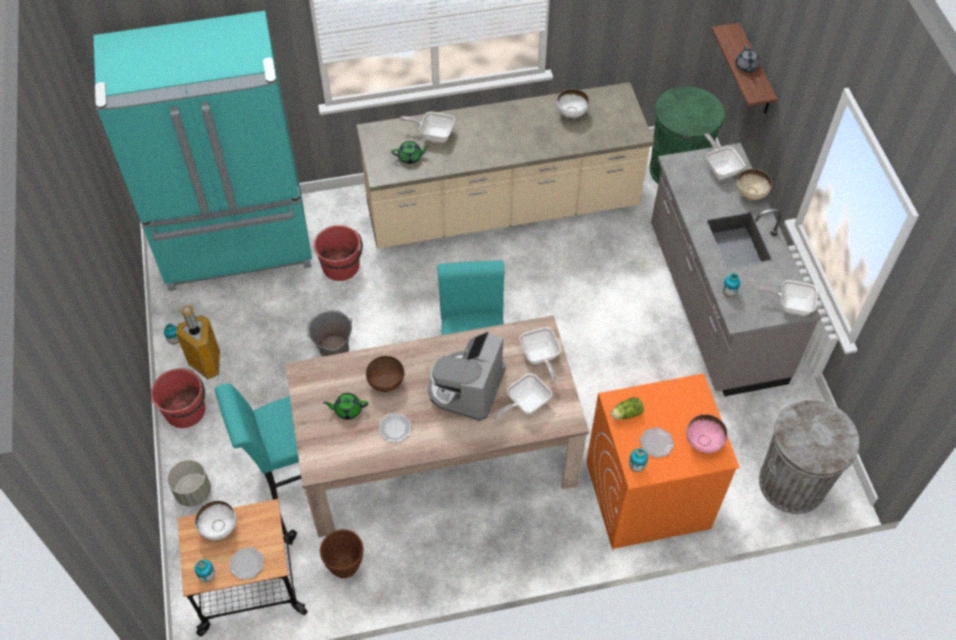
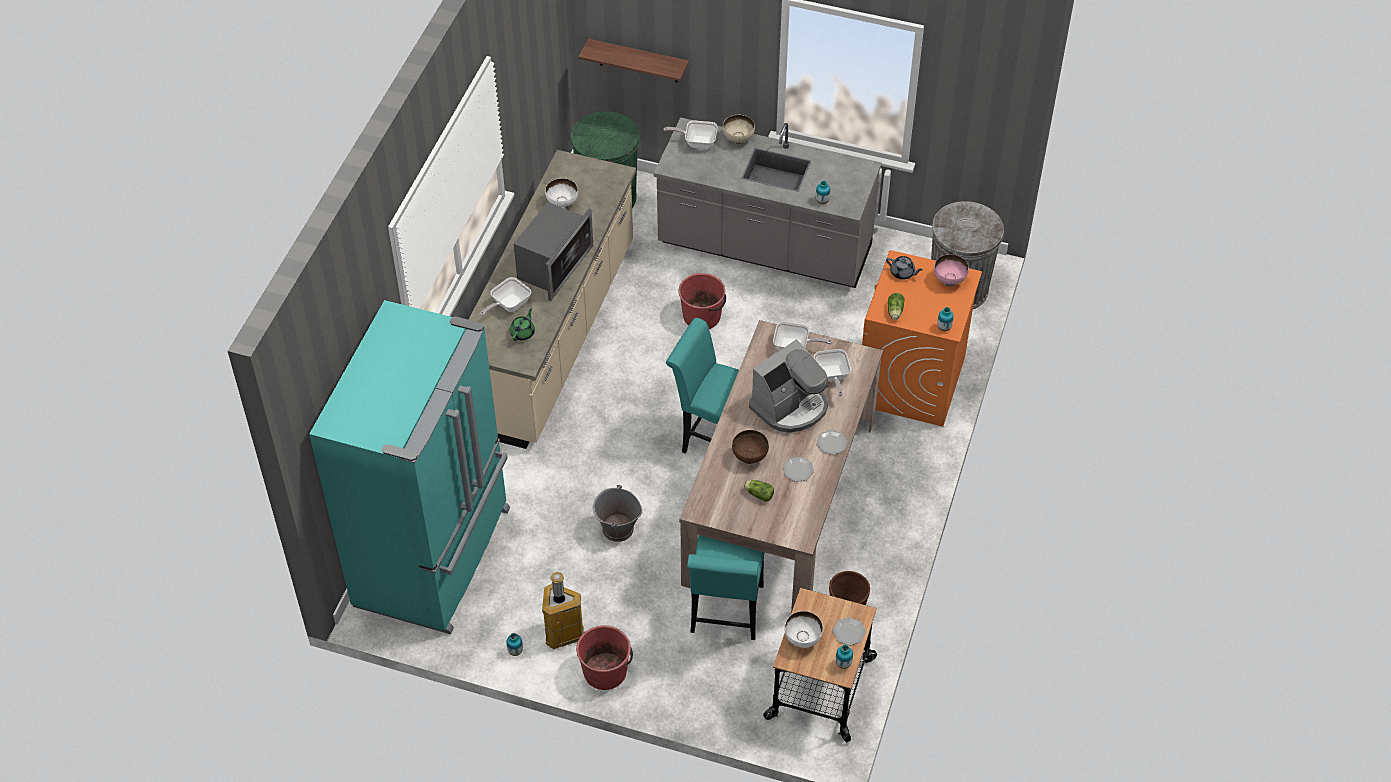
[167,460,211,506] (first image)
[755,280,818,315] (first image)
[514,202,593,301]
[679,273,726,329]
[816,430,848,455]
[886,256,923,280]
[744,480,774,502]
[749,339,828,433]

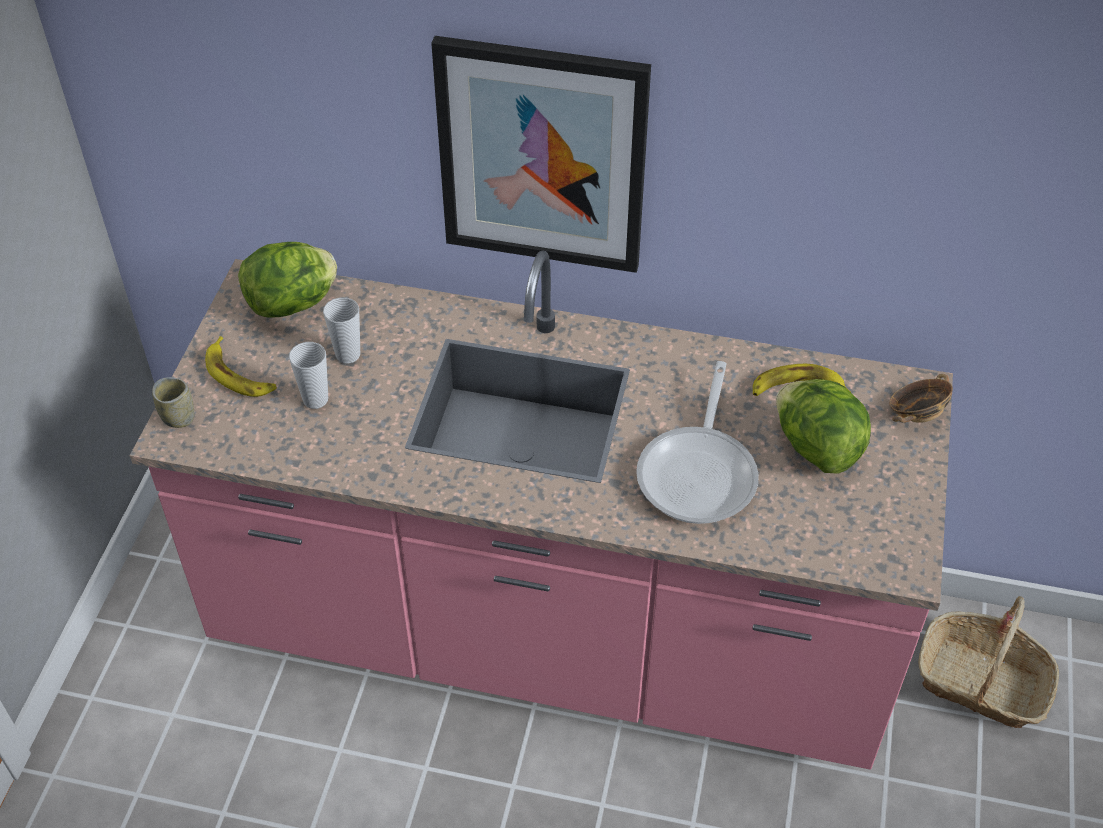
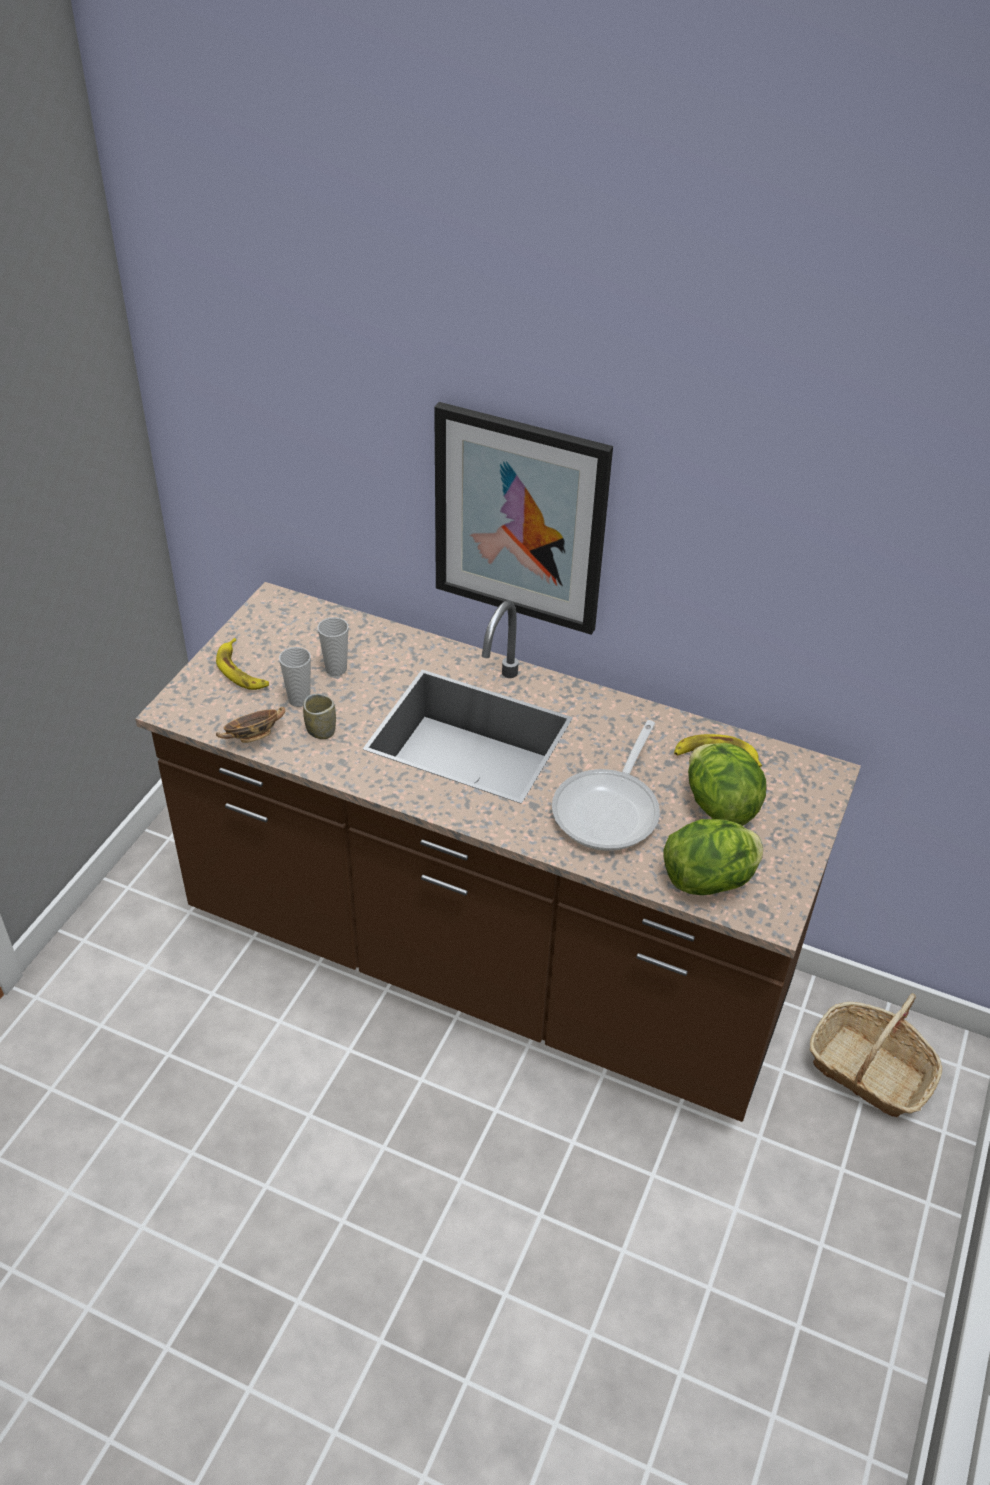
[303,694,336,739]
[664,819,763,895]
[216,707,285,743]
[135,582,861,1122]

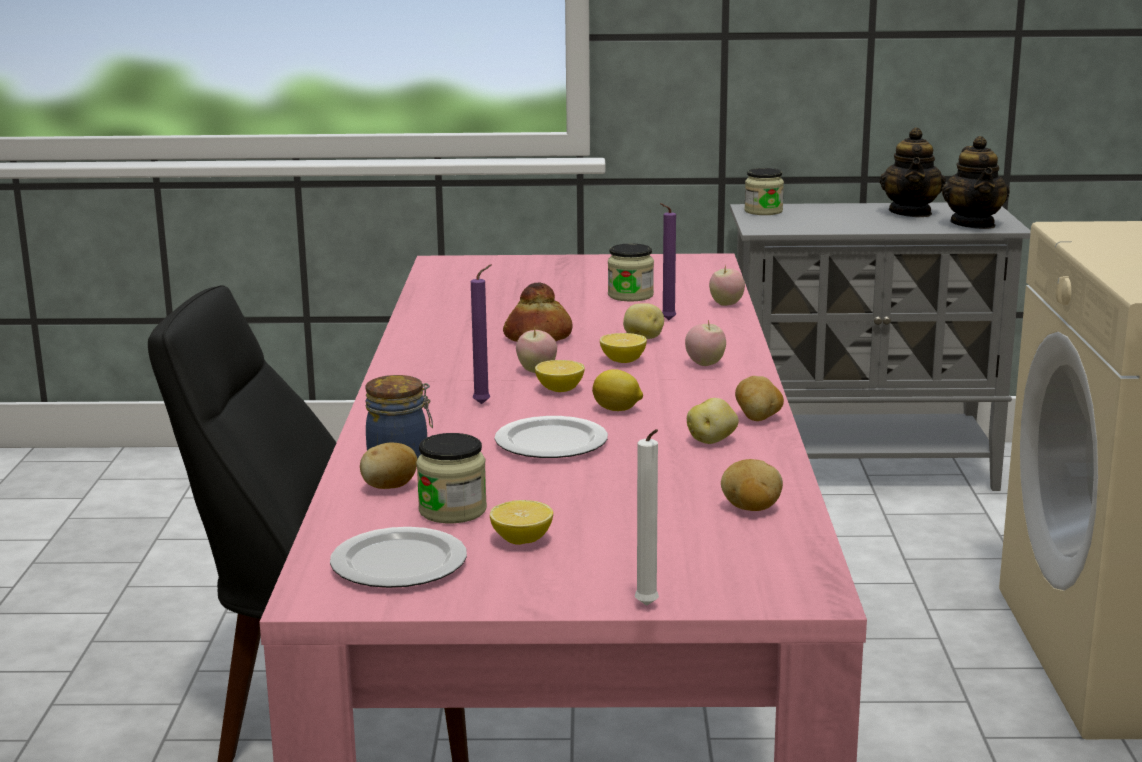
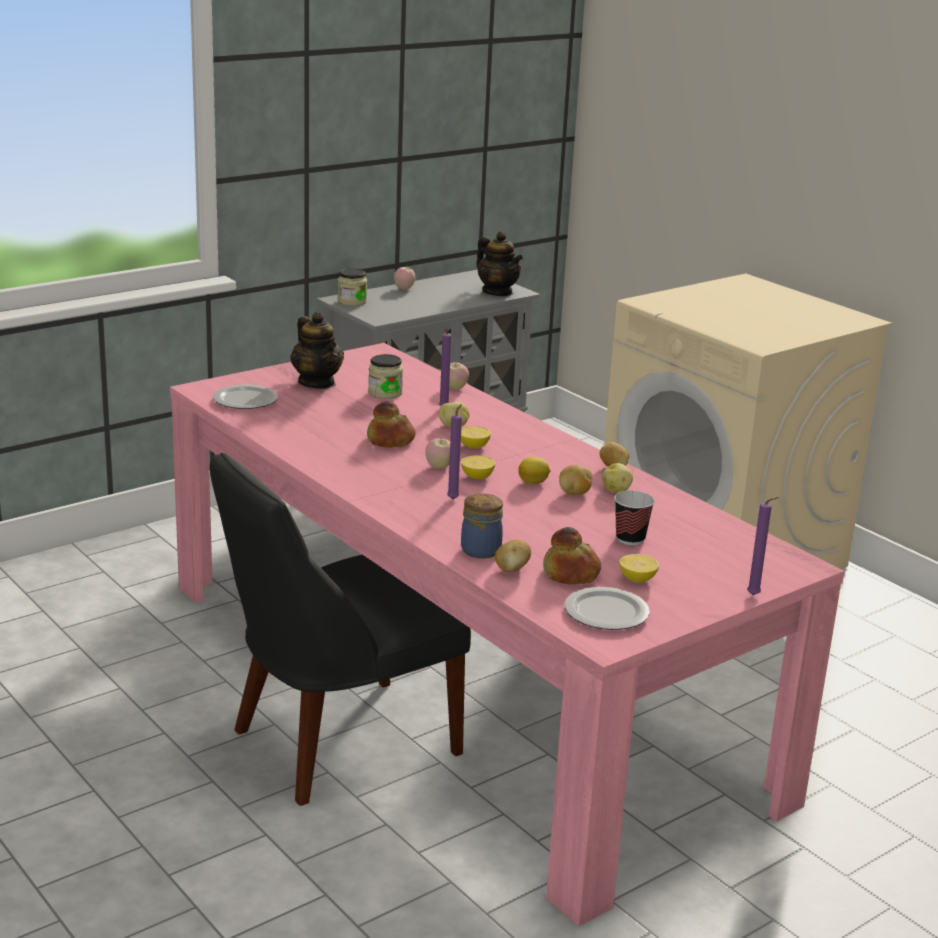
[614,491,655,545]
[213,385,278,409]
[394,266,415,290]
[559,465,592,495]
[290,312,344,389]
[543,527,601,584]
[747,497,779,595]

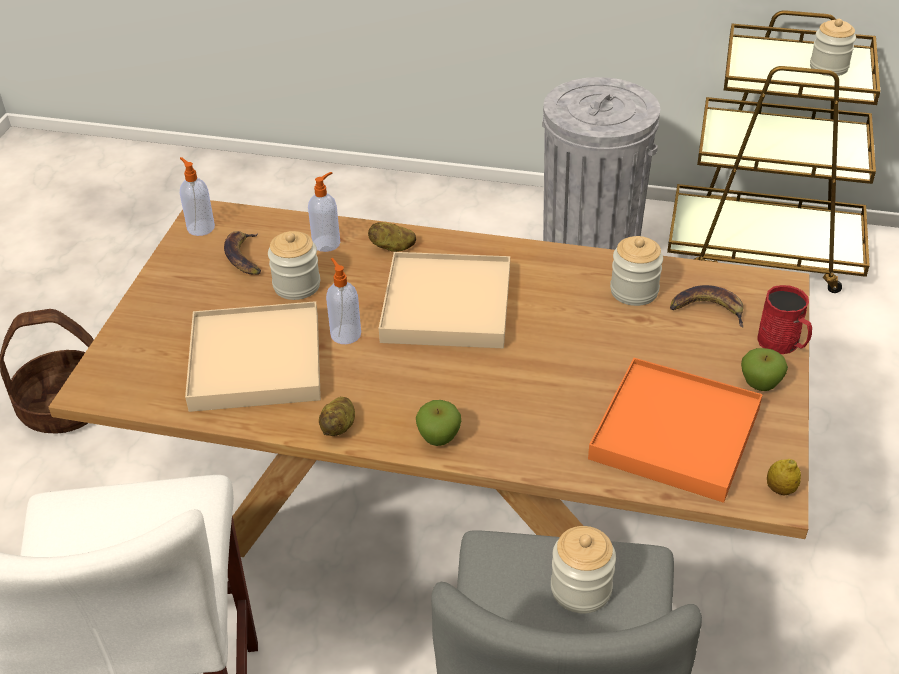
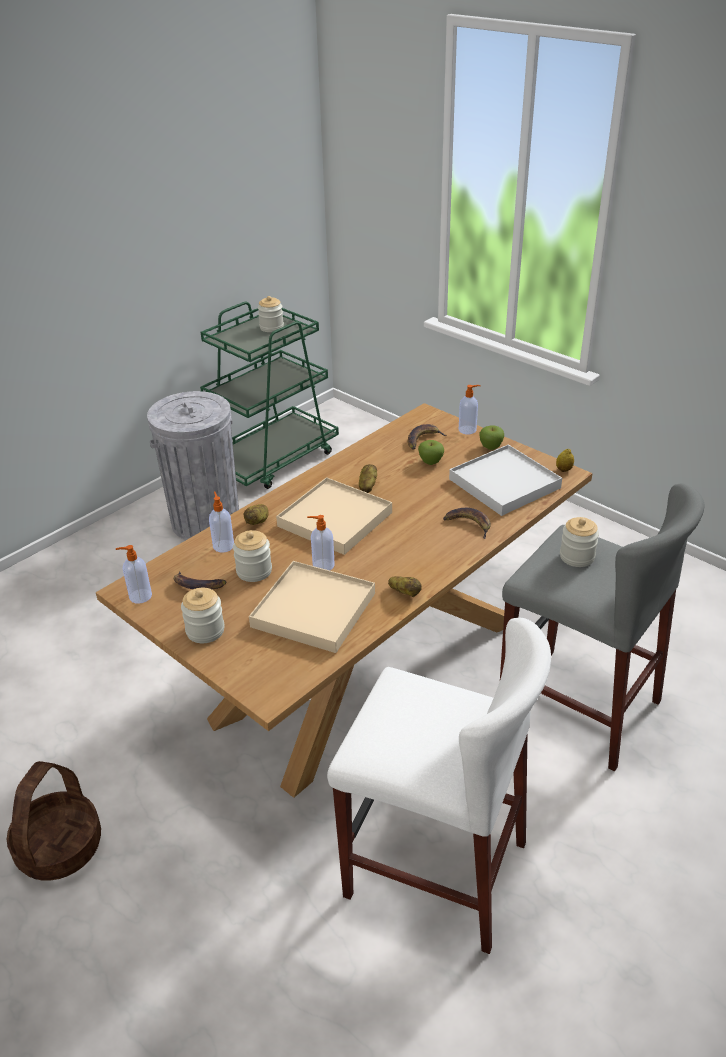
[359,464,377,493]
[443,508,491,539]
[418,440,444,465]
[181,588,225,643]
[459,385,481,434]
[449,444,562,516]
[200,302,339,489]

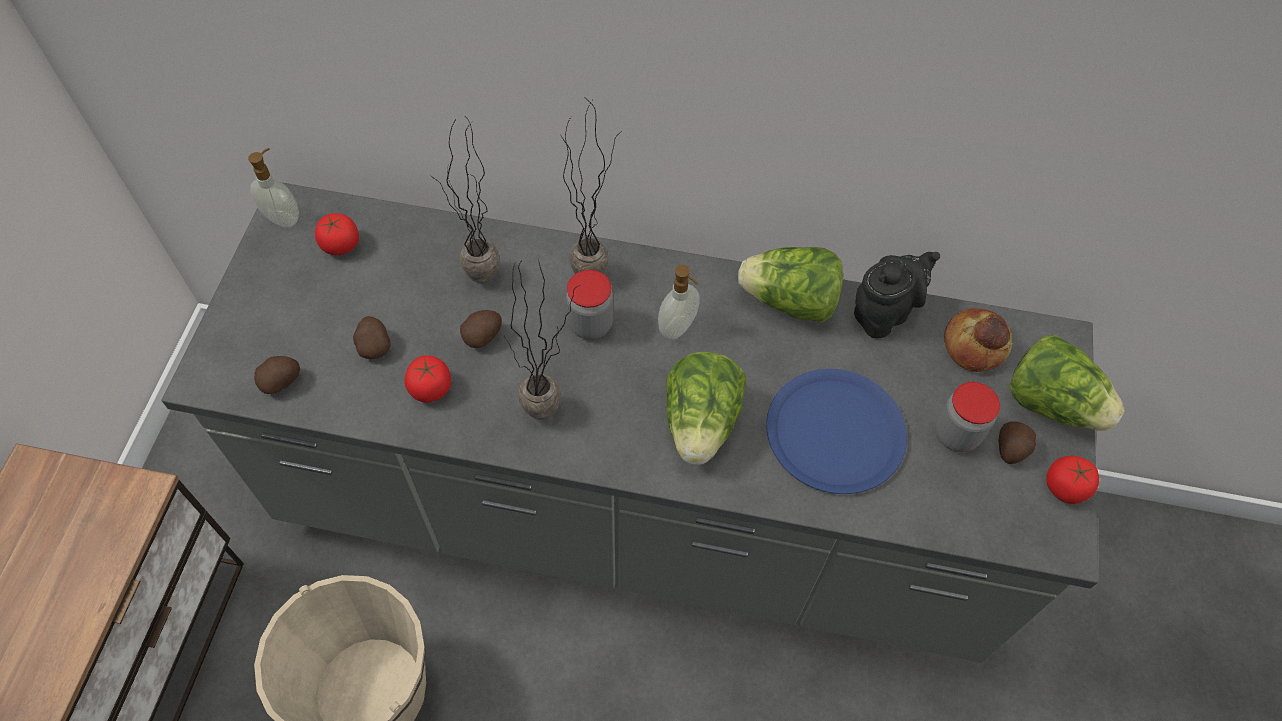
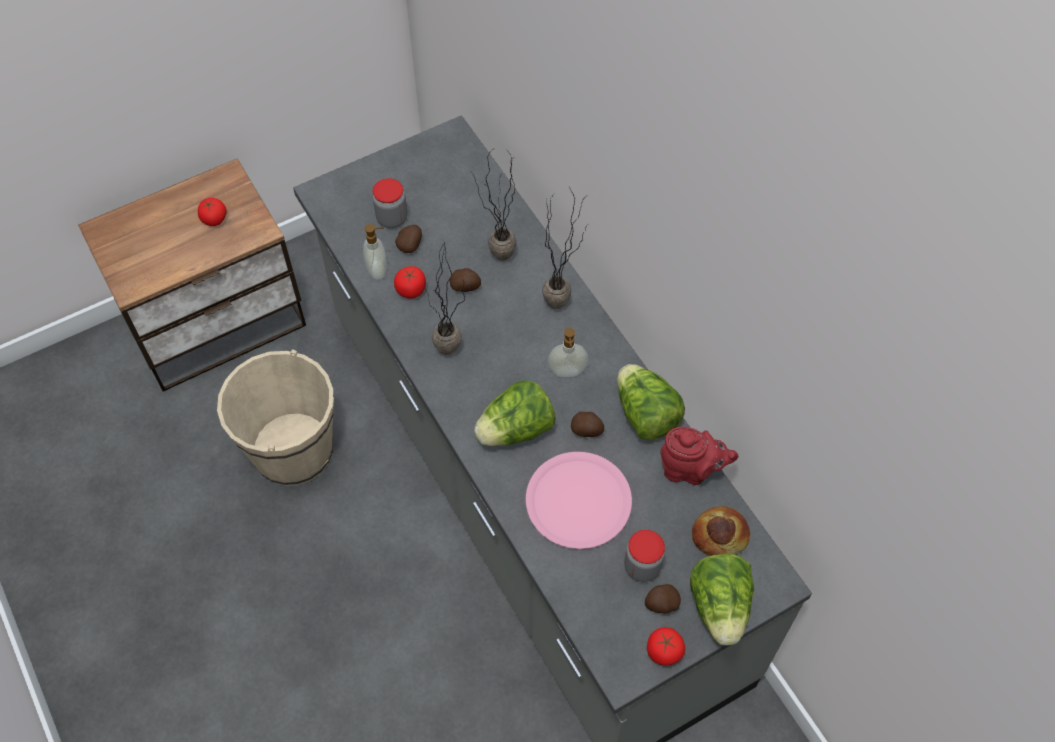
[363,224,387,280]
[571,412,604,437]
[198,198,227,226]
[373,178,407,228]
[526,452,632,549]
[660,426,738,485]

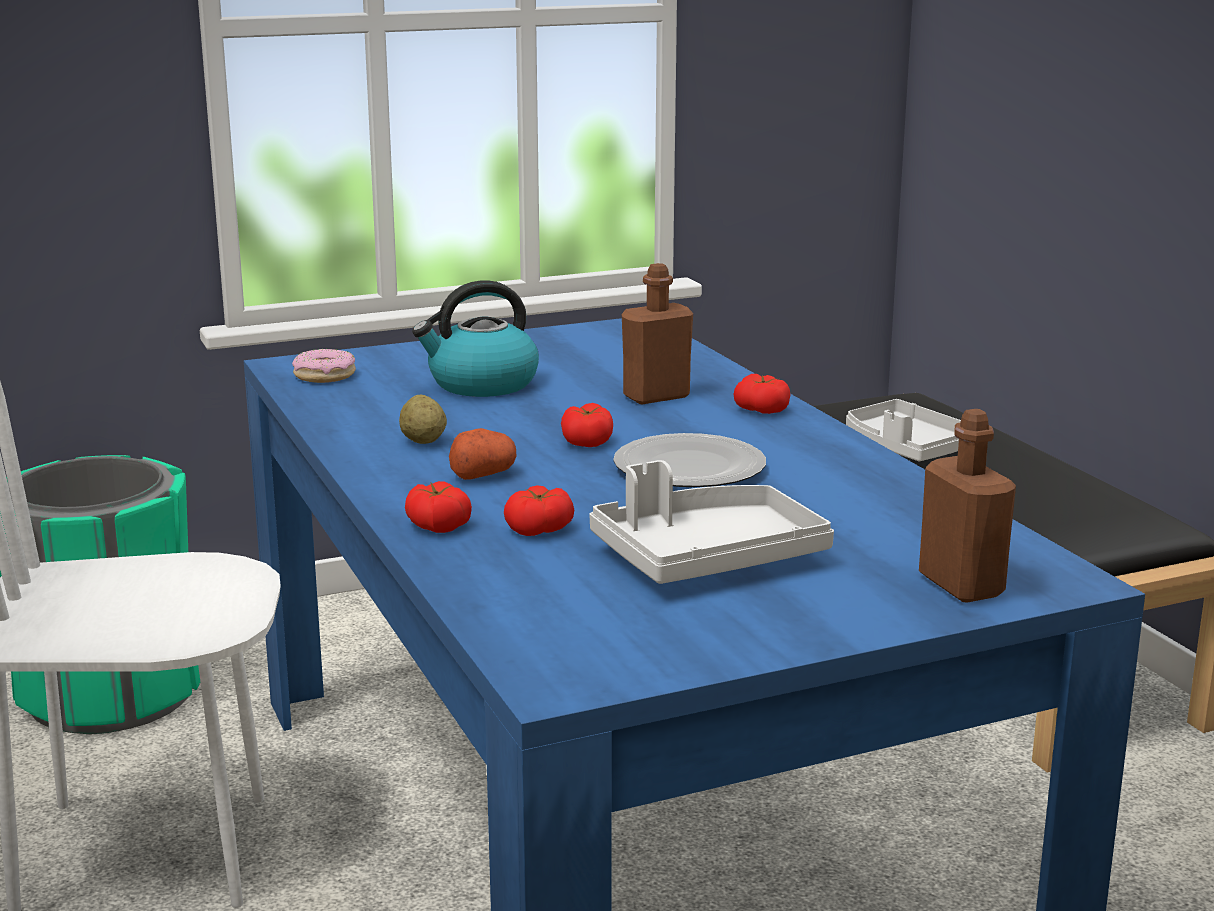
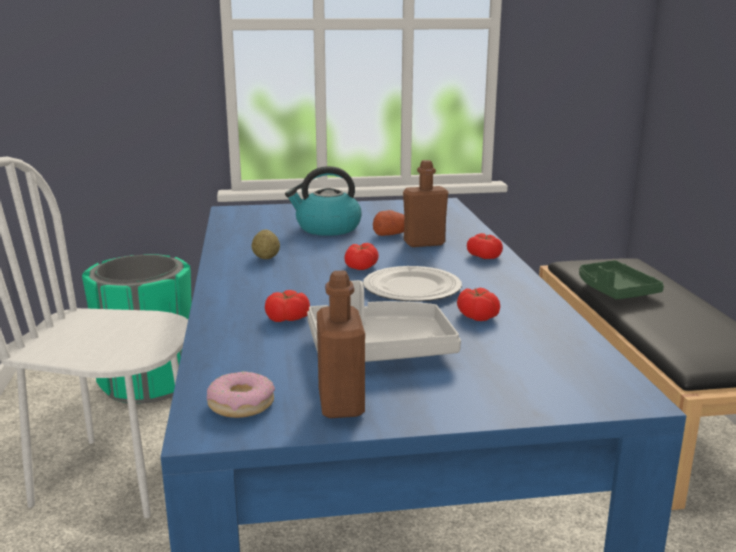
[207,371,275,418]
[457,288,500,321]
[373,210,404,236]
[317,270,365,418]
[579,260,664,300]

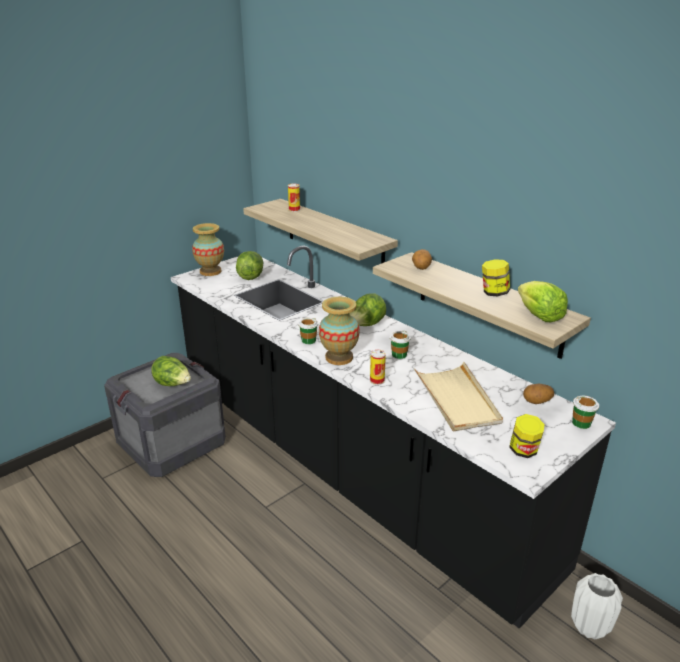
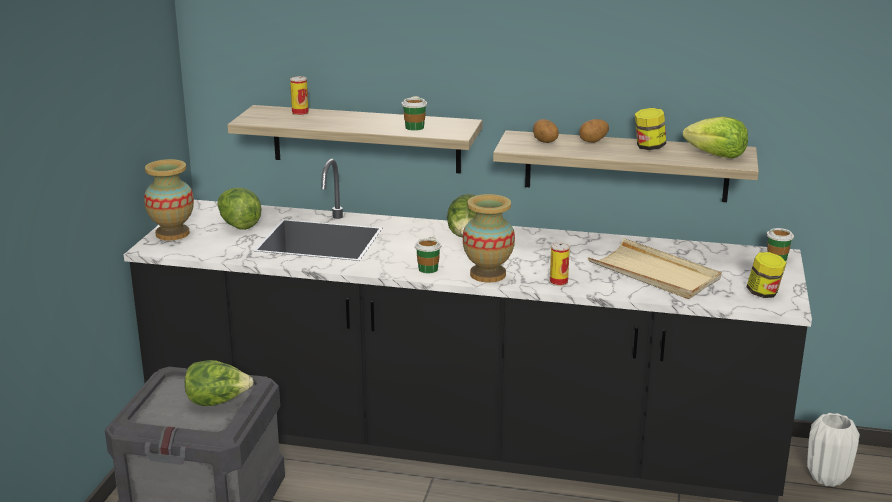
[402,96,427,131]
[579,119,609,143]

